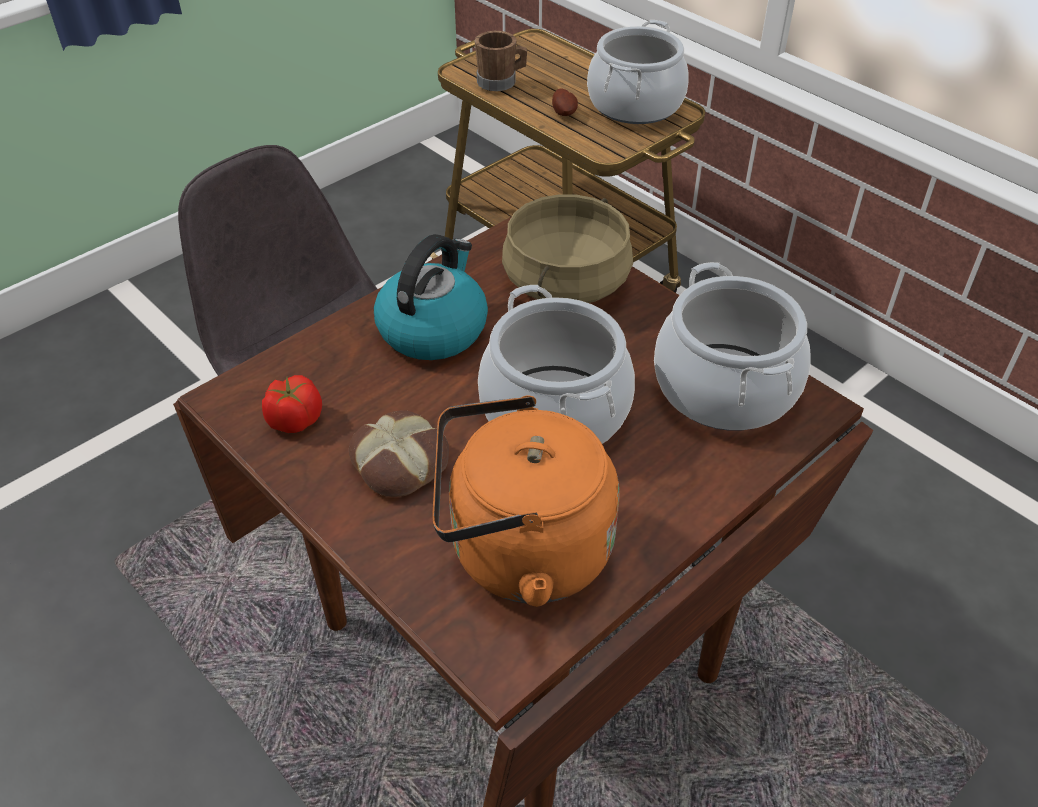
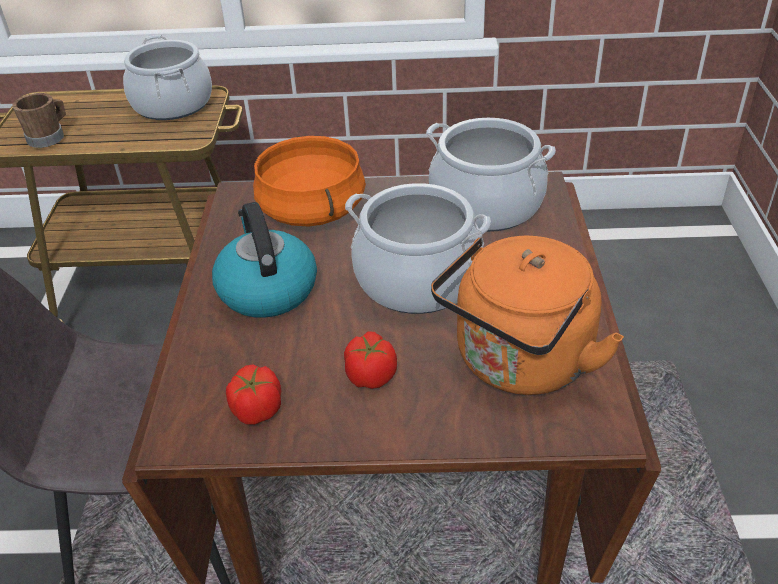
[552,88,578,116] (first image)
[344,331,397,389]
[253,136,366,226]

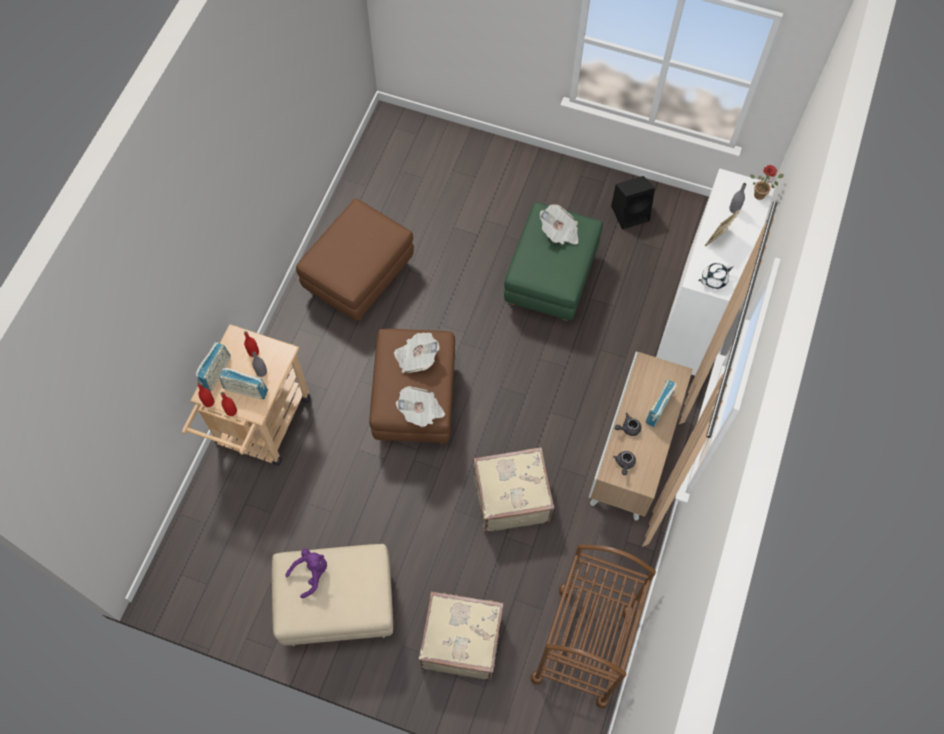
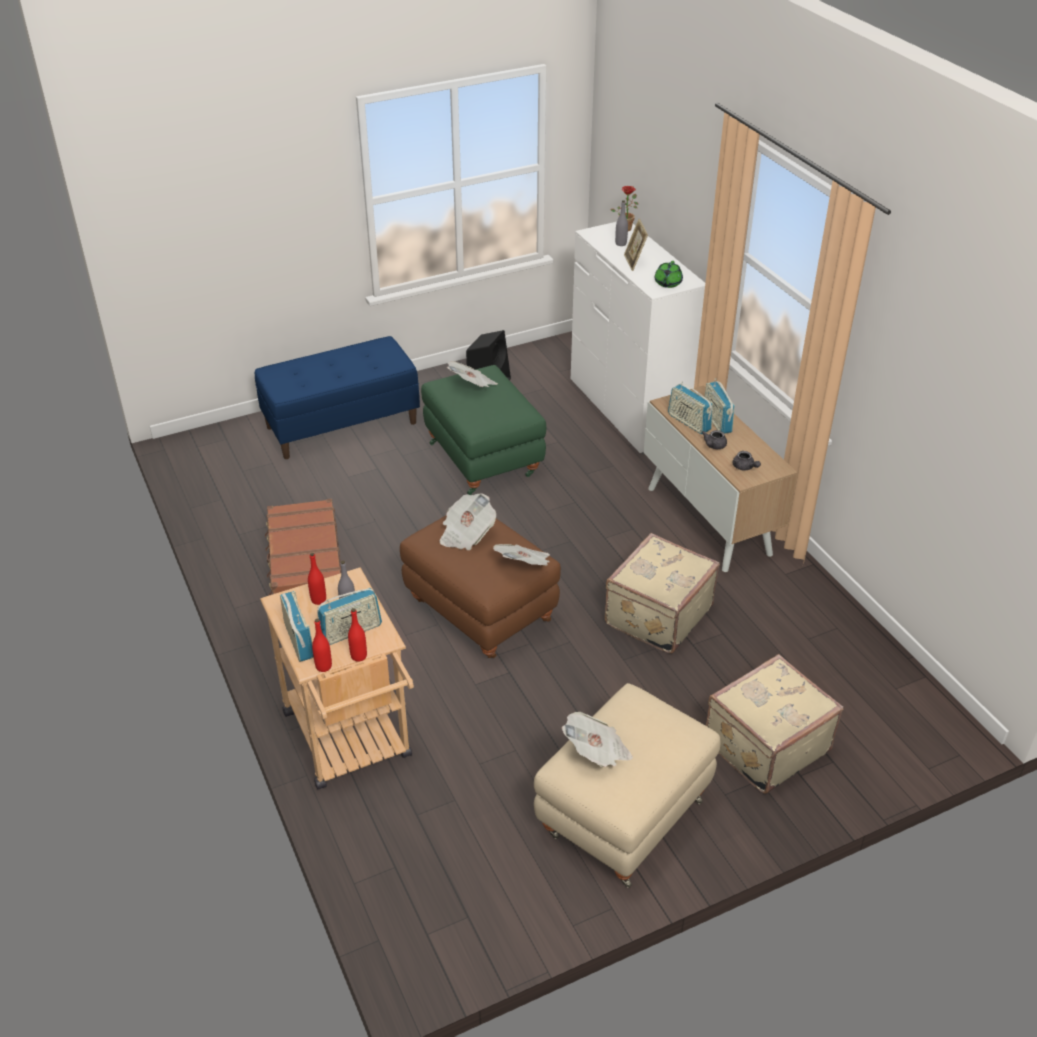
[531,544,656,708] (first image)
[255,336,420,459]
[668,382,713,434]
[562,712,633,767]
[265,499,341,596]
[655,261,683,288]

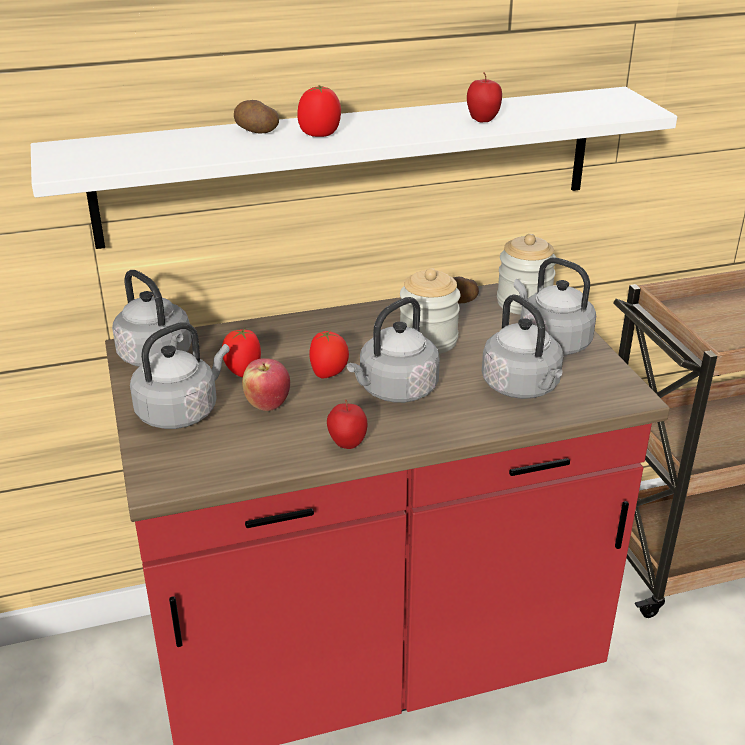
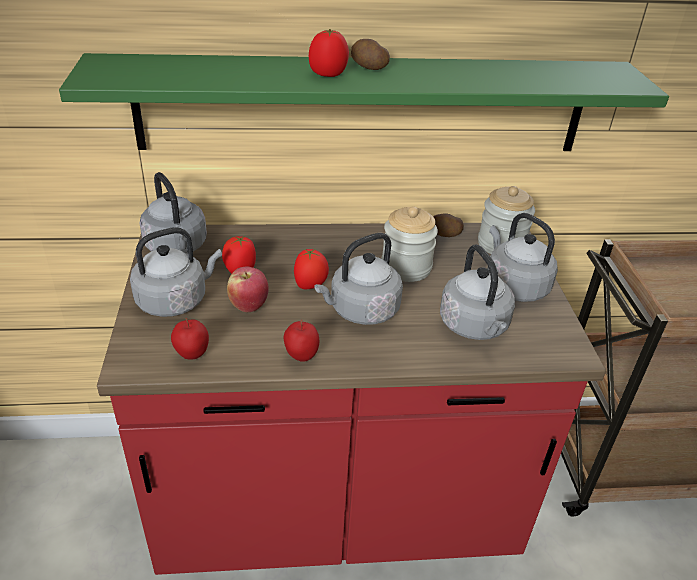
[351,39,390,70]
[171,318,209,359]
[59,53,669,151]

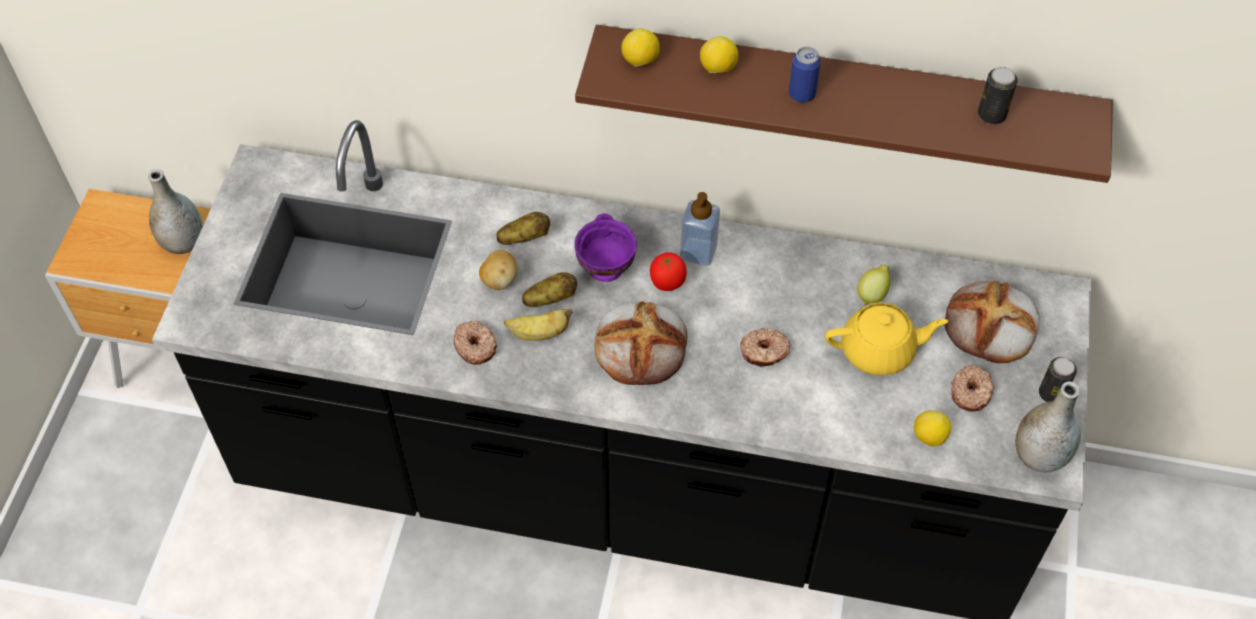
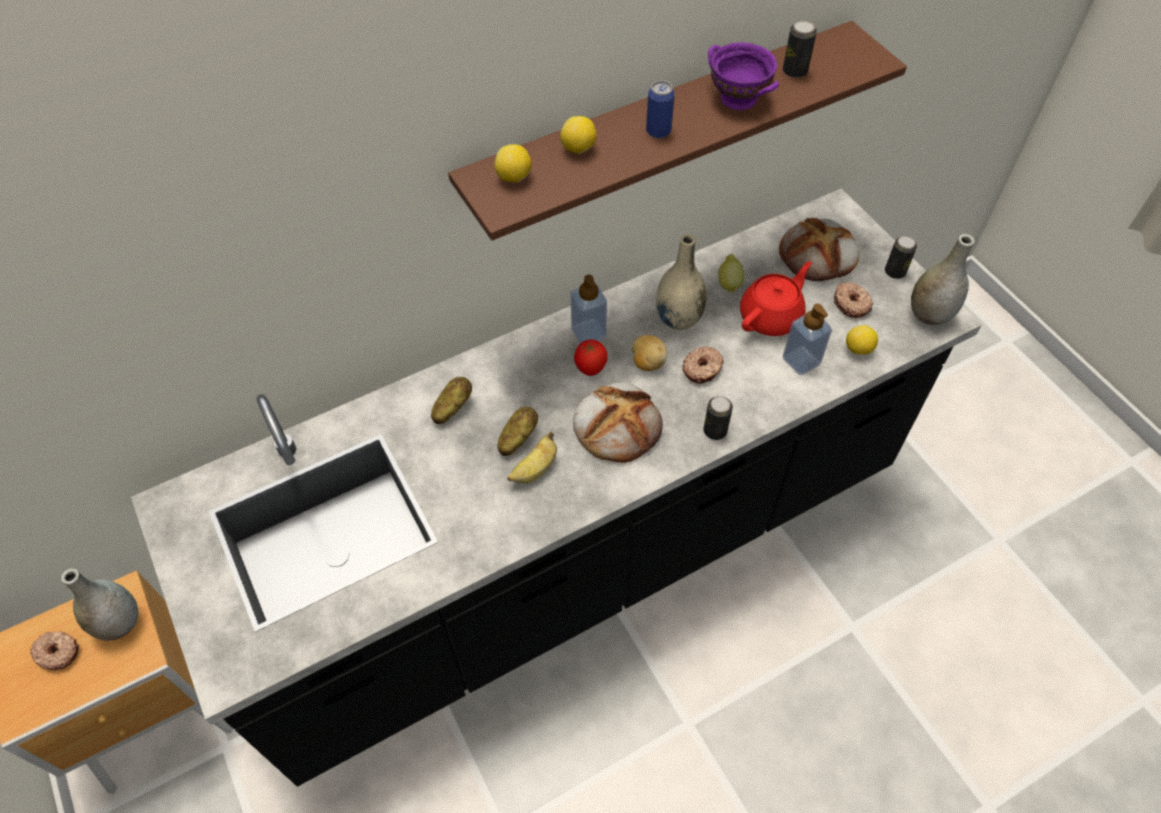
[656,234,706,330]
[703,396,733,440]
[783,304,832,375]
[30,632,79,670]
[632,335,667,371]
[708,42,779,110]
[740,261,812,336]

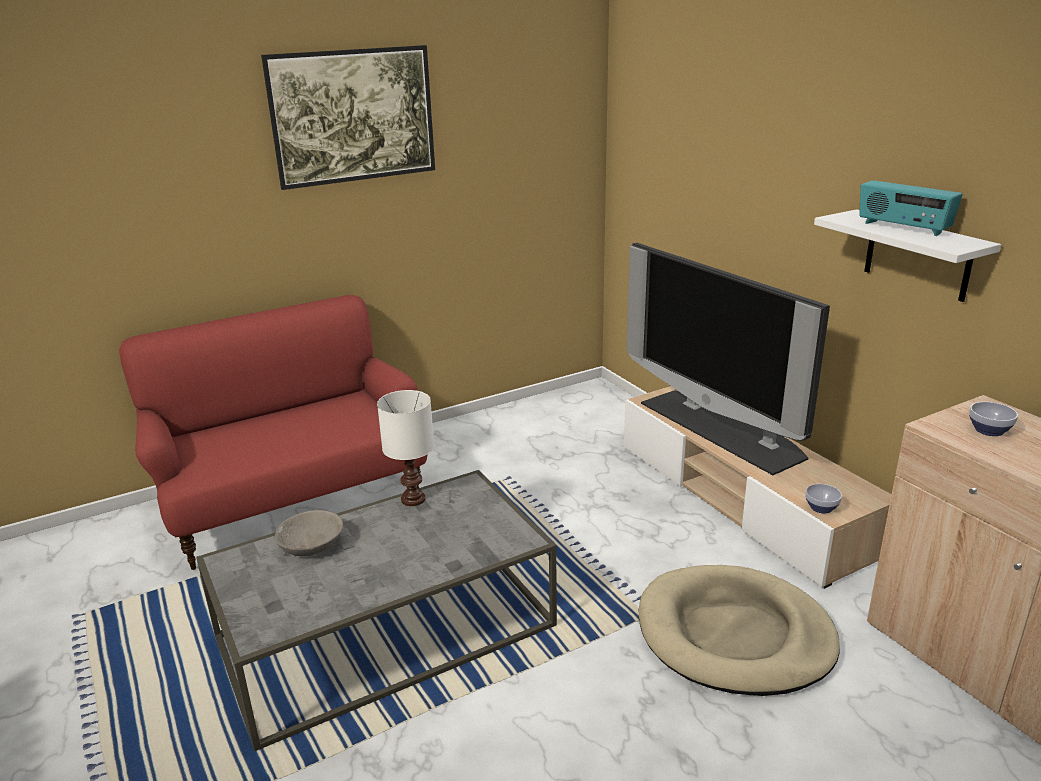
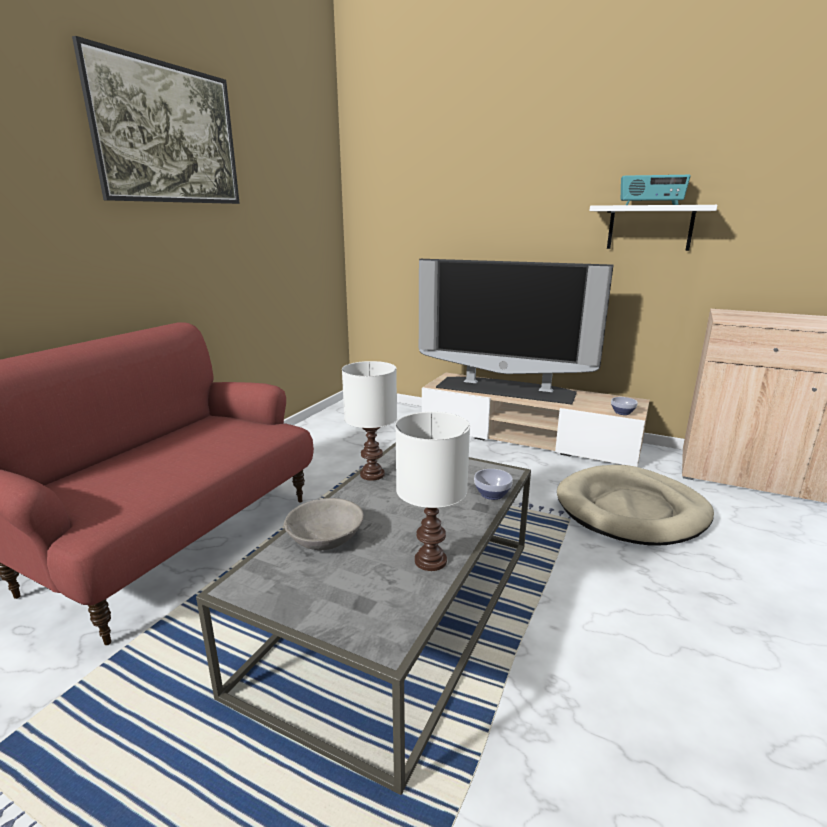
[395,412,470,571]
[474,469,513,500]

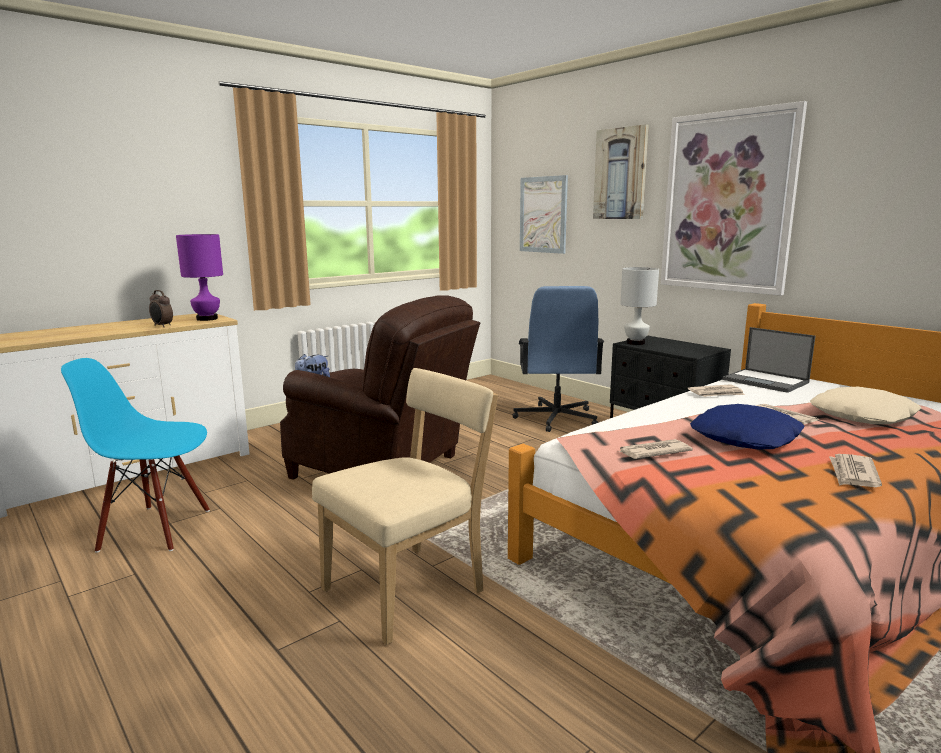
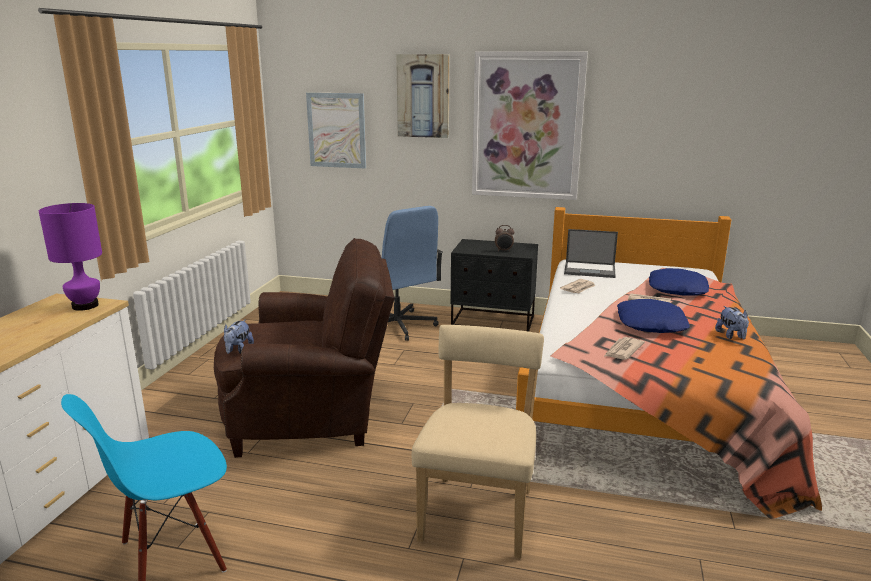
[621,267,659,345] (first image)
[495,225,514,251]
[715,306,749,339]
[649,268,709,296]

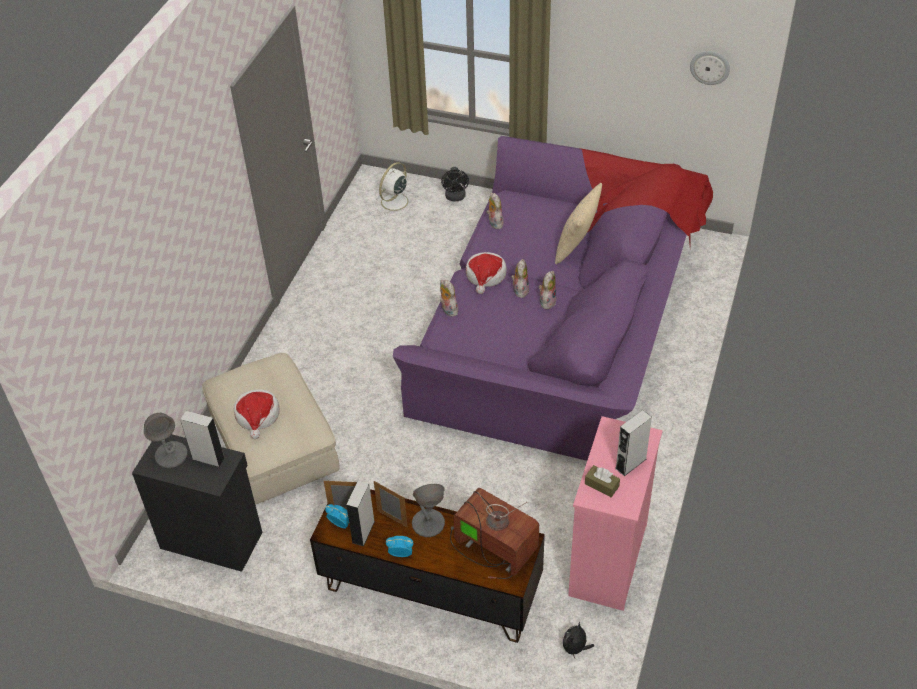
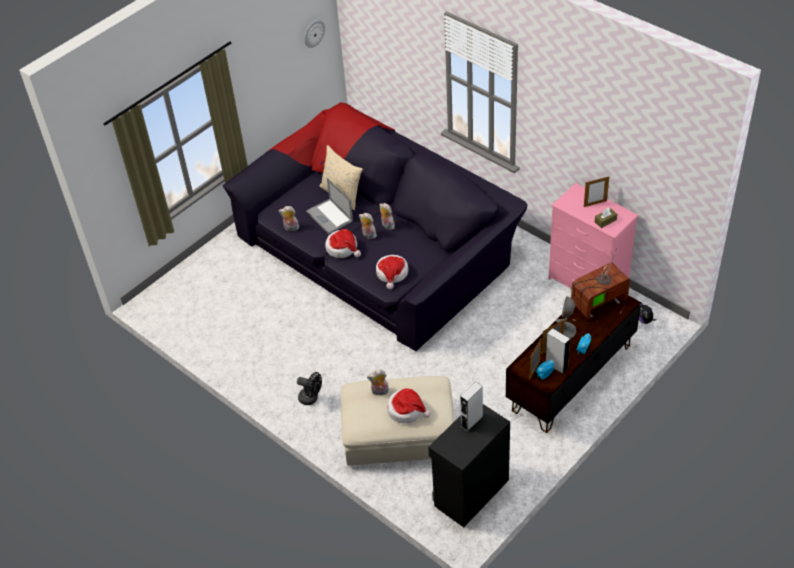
[144,413,188,468] (first image)
[374,162,413,216] (first image)
[306,178,353,234]
[376,255,408,289]
[367,369,389,396]
[297,372,322,405]
[584,176,609,207]
[223,102,528,351]

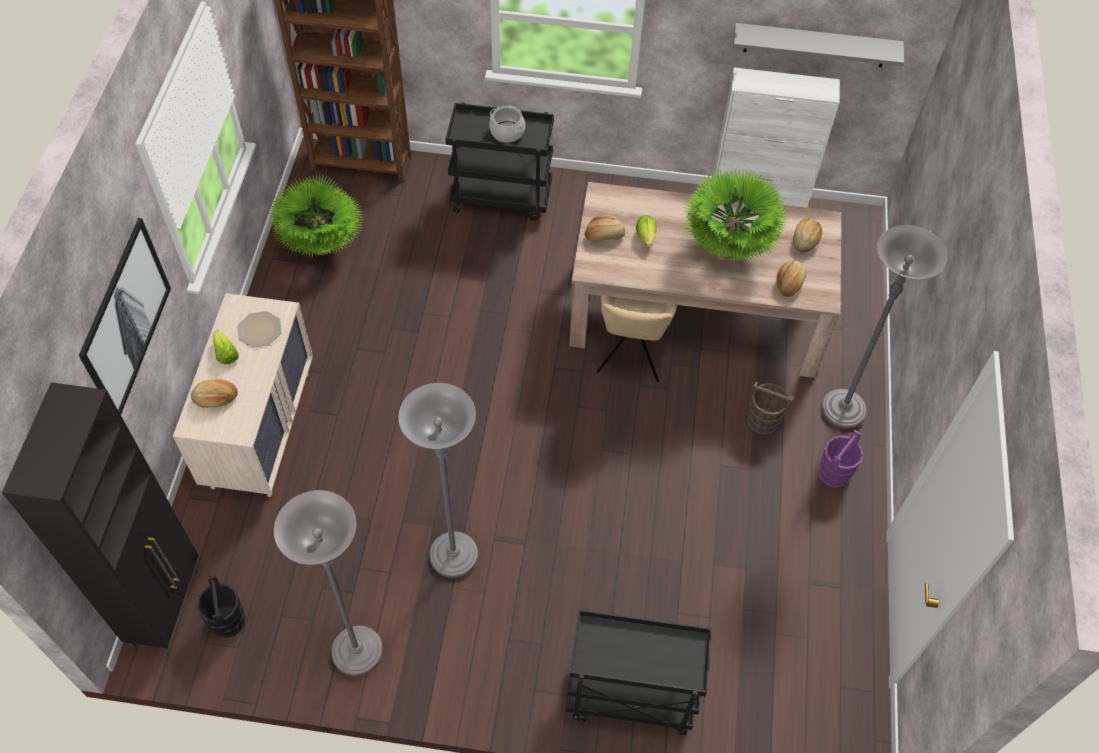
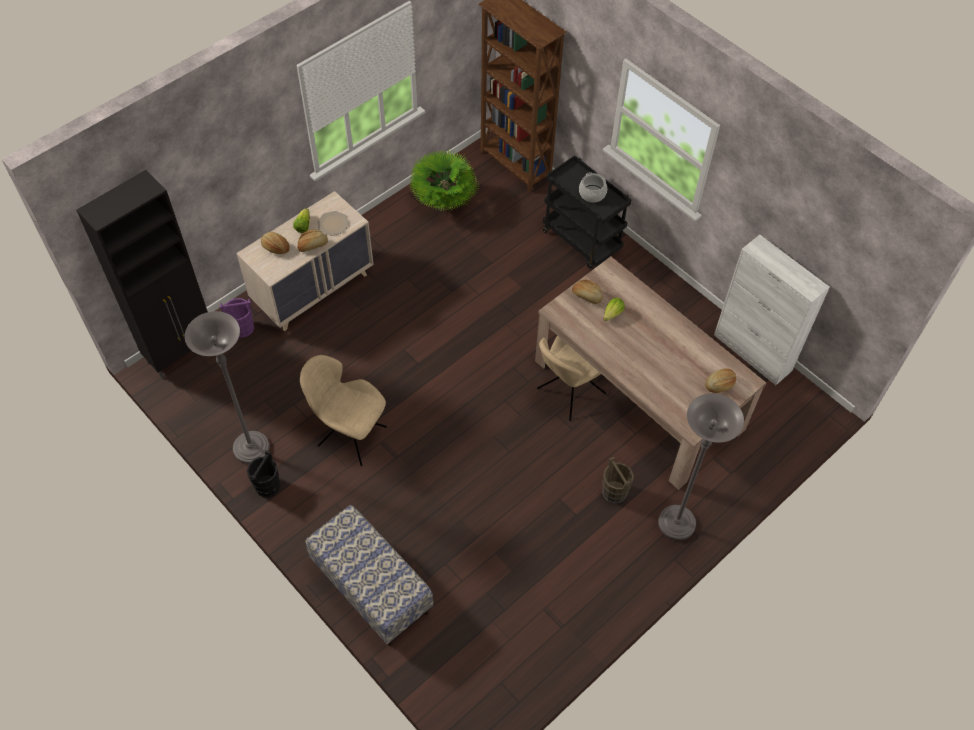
[79,218,171,415] (first image)
[682,169,787,264] (first image)
[733,23,904,67] (first image)
[247,451,280,498]
[297,230,328,252]
[220,298,254,338]
[300,355,387,466]
[305,505,433,646]

